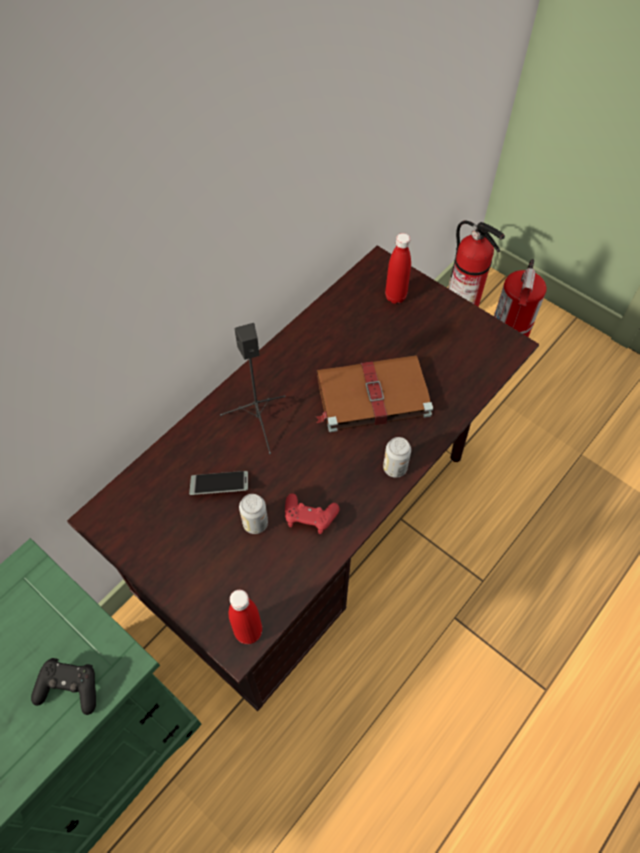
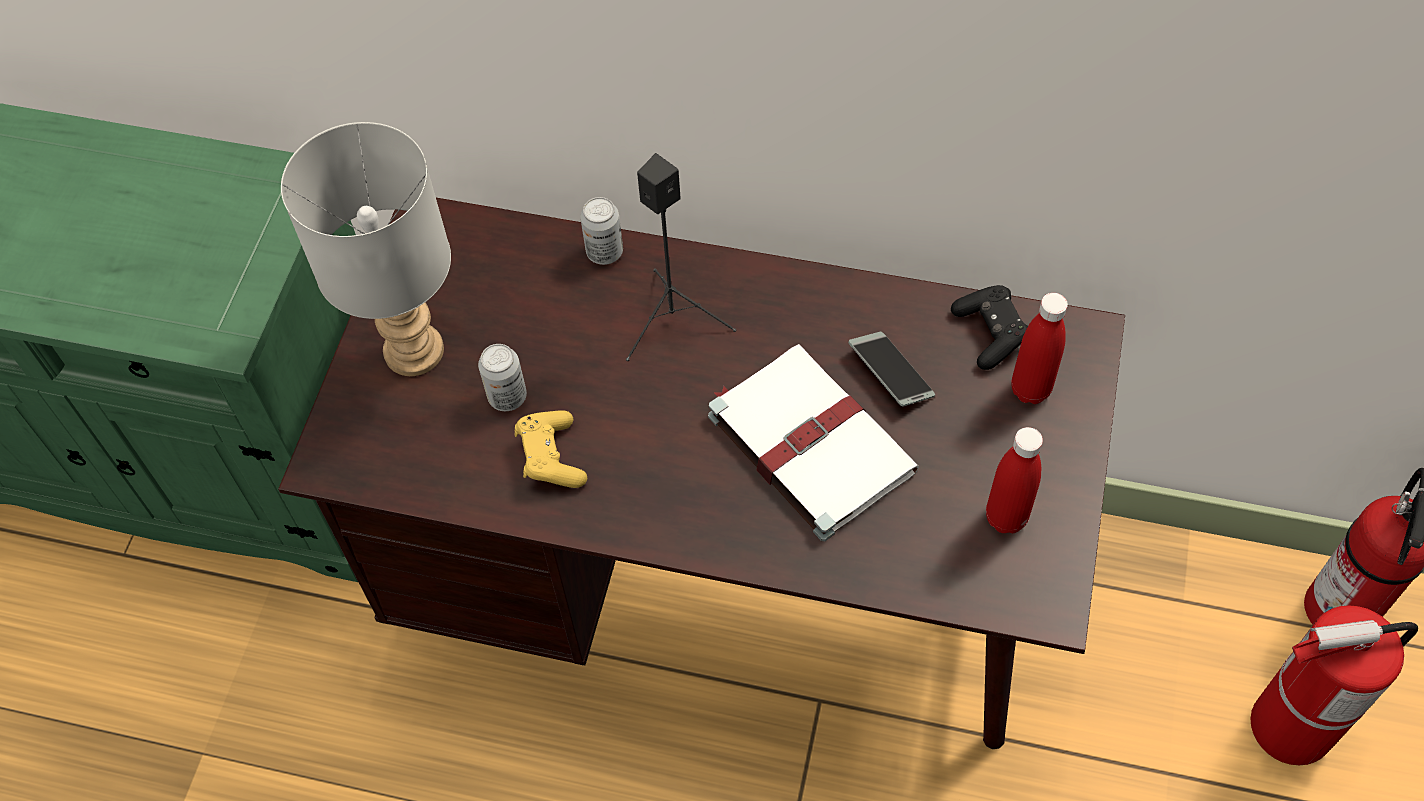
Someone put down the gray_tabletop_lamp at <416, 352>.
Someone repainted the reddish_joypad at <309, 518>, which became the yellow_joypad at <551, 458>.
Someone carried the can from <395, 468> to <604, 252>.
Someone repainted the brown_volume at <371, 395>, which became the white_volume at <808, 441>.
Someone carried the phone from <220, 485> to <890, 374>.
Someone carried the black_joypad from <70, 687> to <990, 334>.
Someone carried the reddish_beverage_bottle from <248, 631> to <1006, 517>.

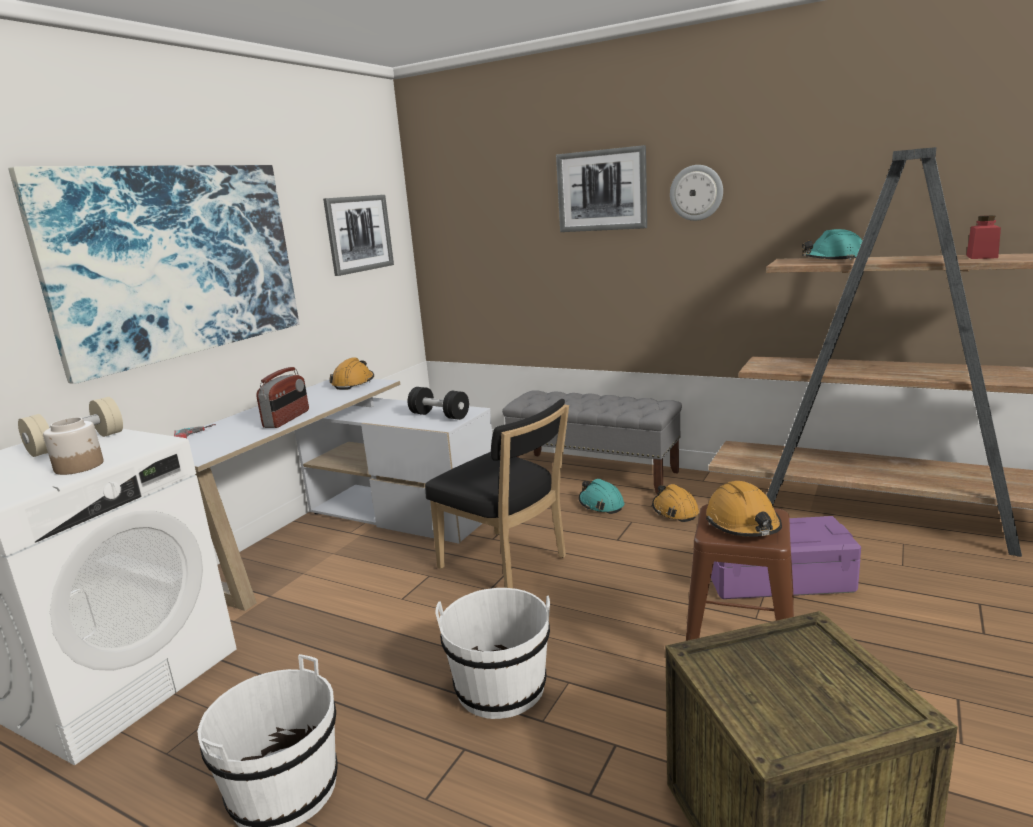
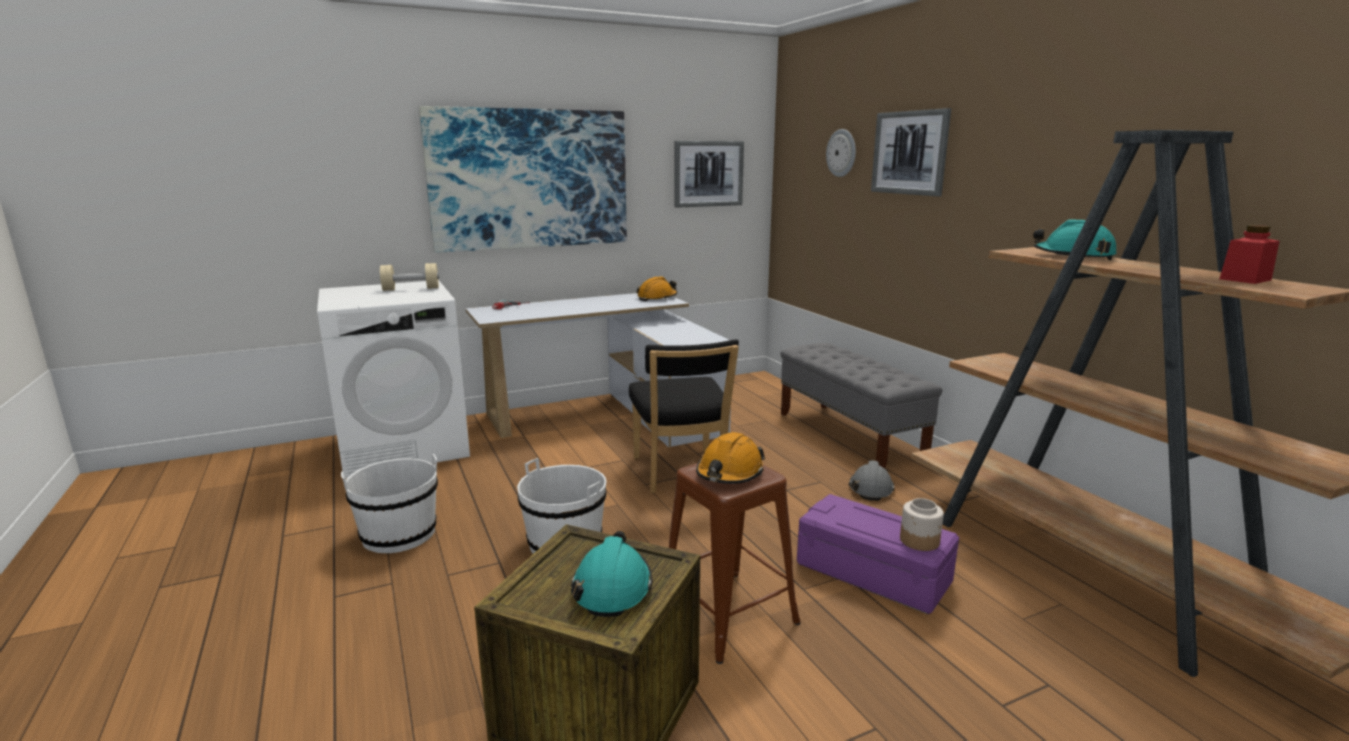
Someone carried the blue-green_work_helmet from <601, 504> to <612, 587>.
Someone carried the wall_clock from <696, 193> to <842, 153>.
Someone repainted the orange_work_helmet at <675, 511>, which became the gray_work_helmet at <871, 488>.
Someone carried the preserve_jar from <80, 466> to <920, 541>.
Someone took away the radio_set at <287, 419>.
Someone took away the black_hand_weight at <439, 416>.

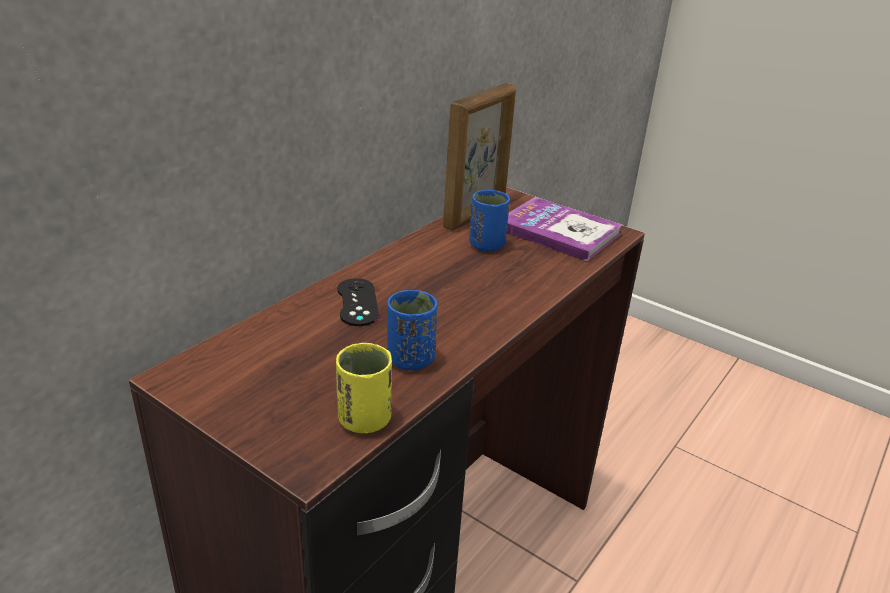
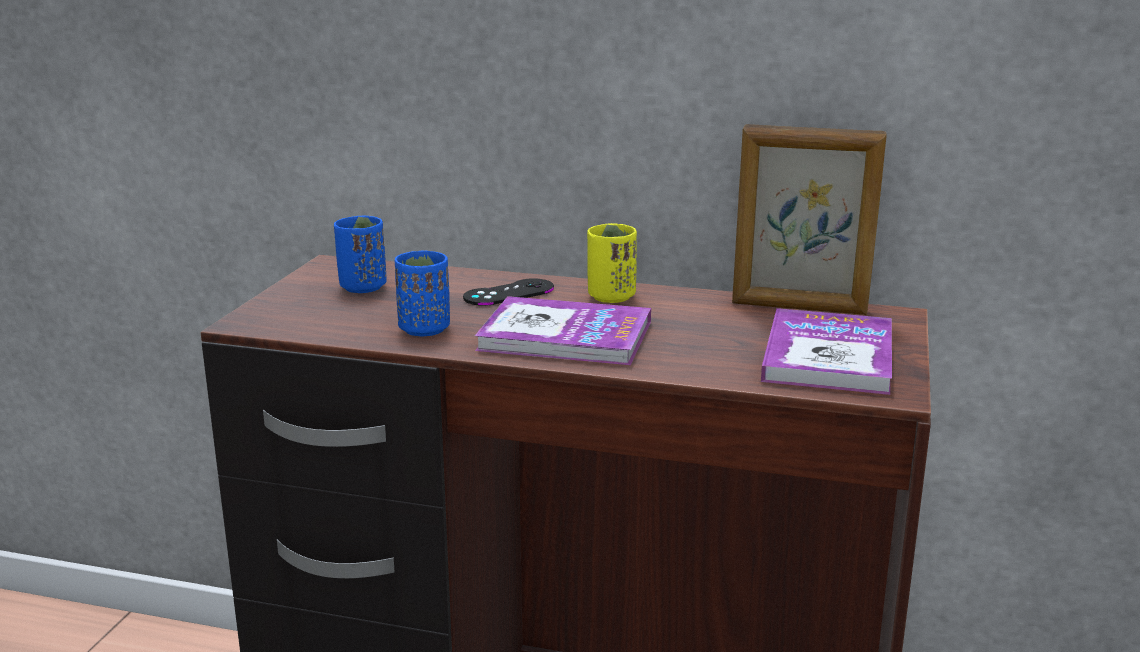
Someone carried the blue-coloured_drinking_cup from <486, 245> to <363, 287>.
Someone put down the volume at <565, 336>.
Someone carried the yellow_drinking_cup from <364, 420> to <611, 297>.

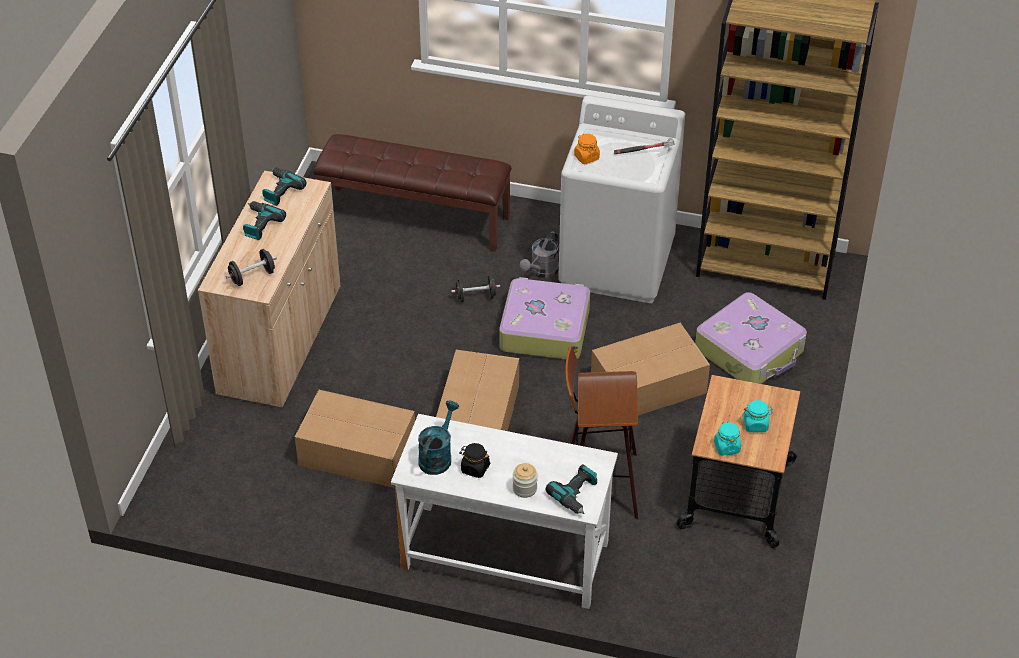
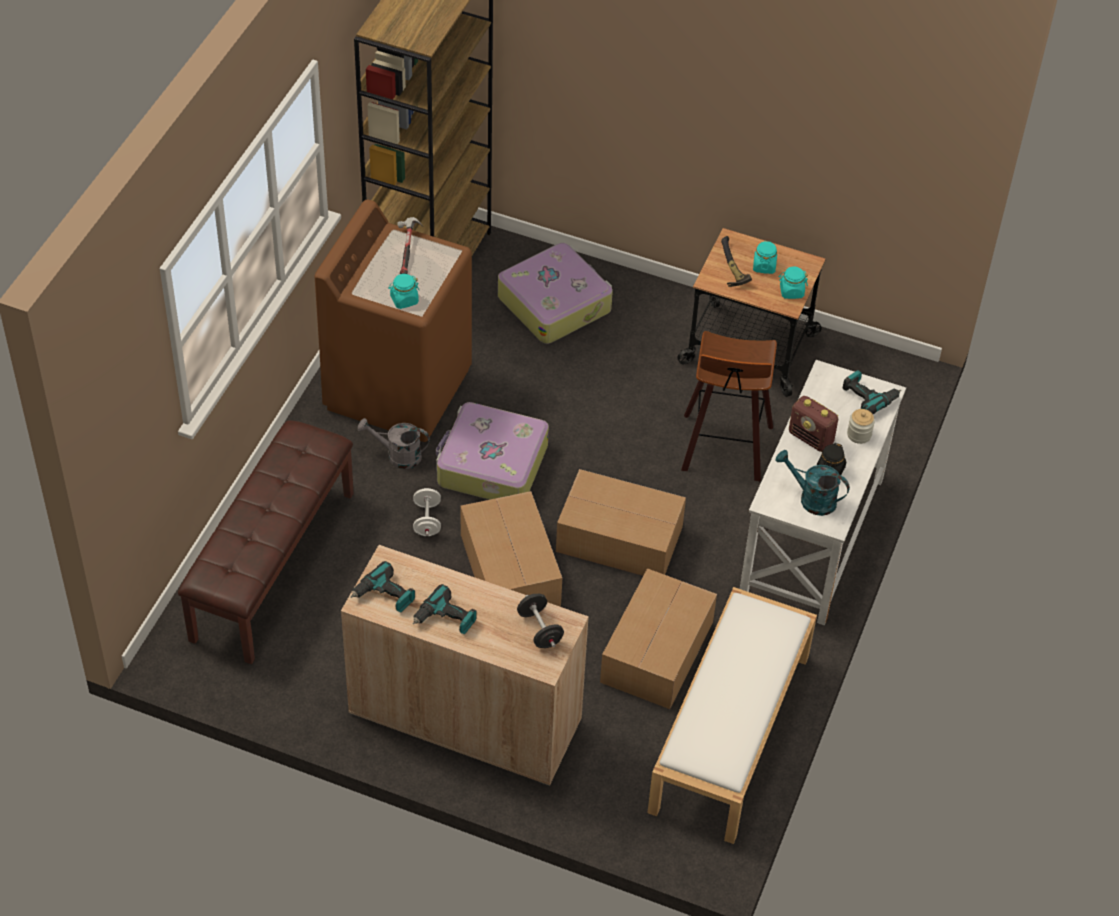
Someone repainted the white_laundry_machine at <617, 263>, which became the brown_laundry_machine at <398, 388>.
Someone rotated the gray_watering_can at <542, 272> by 150 degrees clockwise.
Someone repainted the orange_preserve_jar at <586, 157>, which became the blue-green_preserve_jar at <404, 300>.
Someone repainted the black_hand_weight at <475, 297>, which became the white_hand_weight at <427, 520>.
Someone carried the packing_box from <646, 386> to <509, 572>.
Someone put down the white_bench at <730, 734>.
Someone put down the hand_hammer at <731, 268>.
Someone put down the radio_set at <811, 438>.

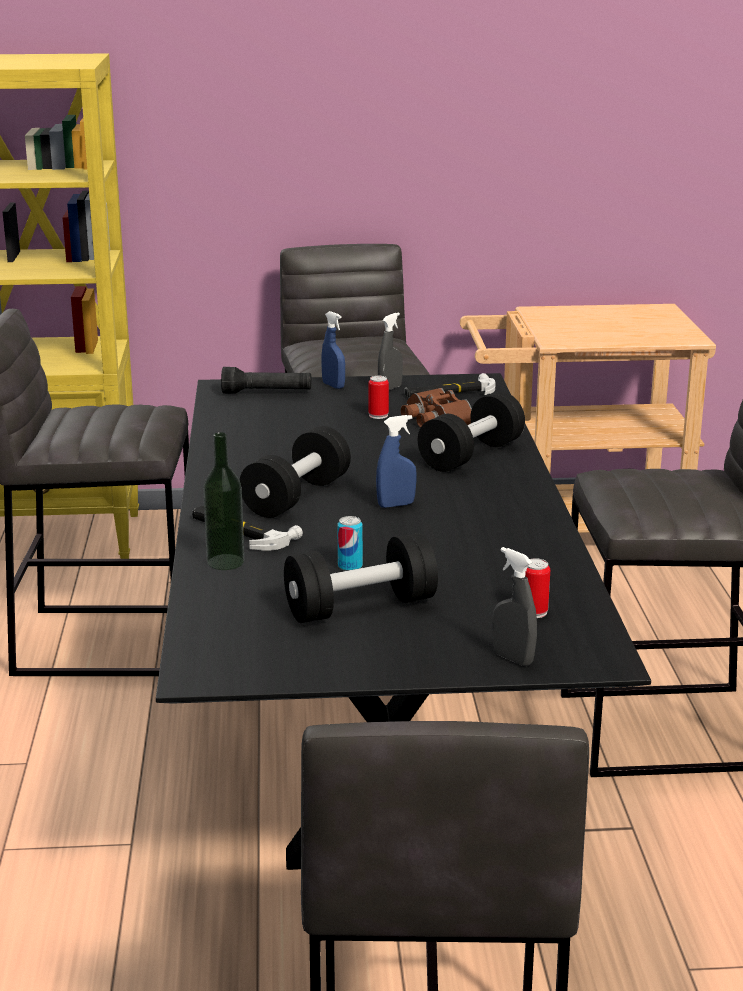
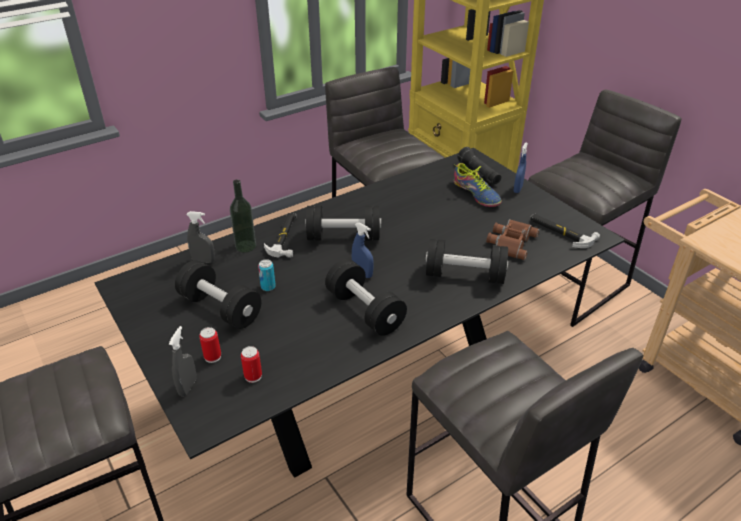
Someone carried the gray_spray_bottle from <390, 388> to <203, 260>.
Someone carried the can from <378, 415> to <212, 356>.
Someone put down the black_hand_weight at <365, 310>.
Someone put down the shoe at <476, 193>.

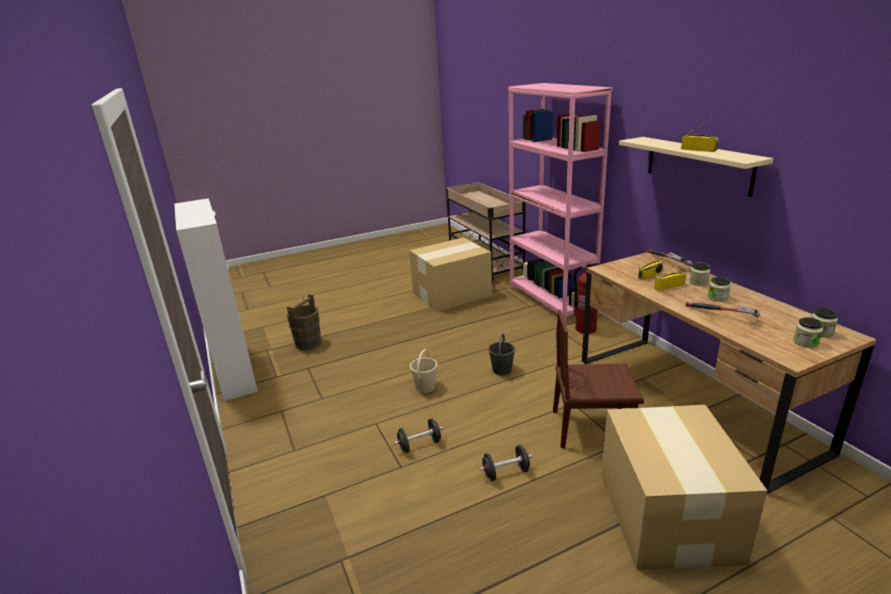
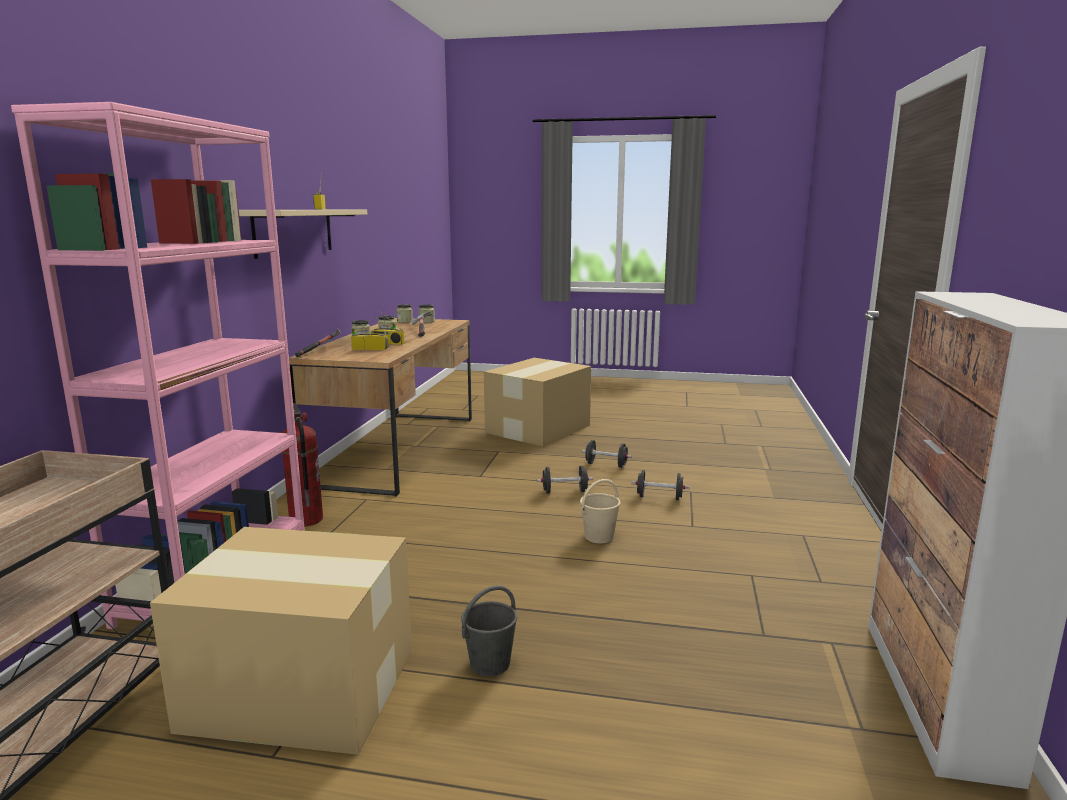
Someone carried the gray_water_bucket from <502, 370> to <490, 663>.
Someone put down the black_hand_weight at <564, 491>.
Someone took away the brown_water_bucket at <308, 343>.
Someone took away the brown_chair at <592, 428>.

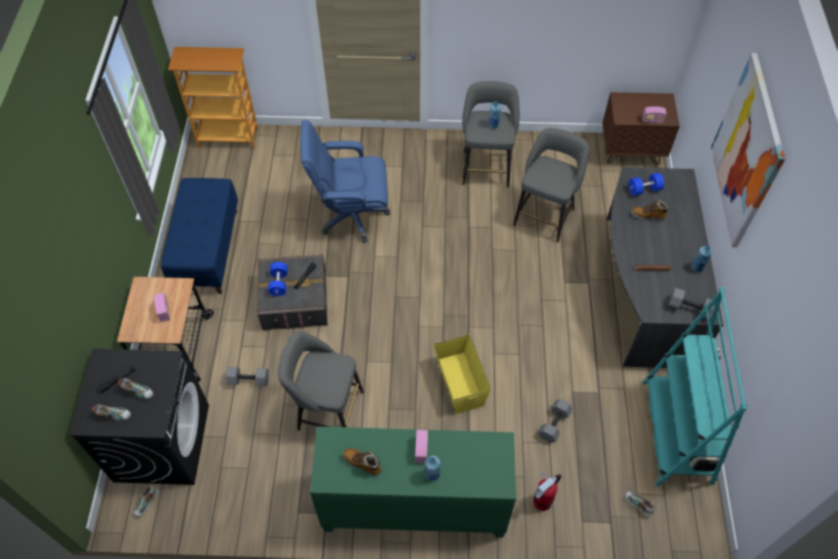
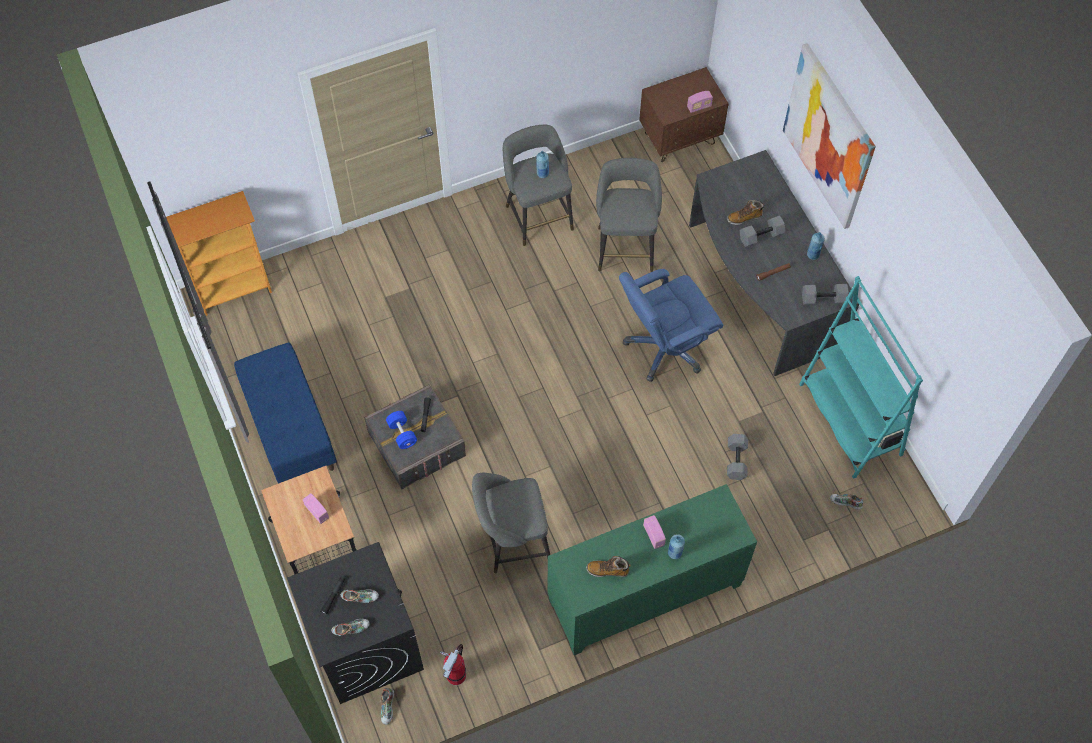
Someone carried the extinguisher from <542, 501> to <456, 675>.
Someone carried the blue-coloured_desk_chair from <351, 215> to <665, 347>.
Someone carried the gray_hand_weight from <249, 379> to <761, 235>.
Someone took away the yellow_storage_container at <459, 382>.
Someone took away the blue-coloured_hand_weight at <644, 189>.

